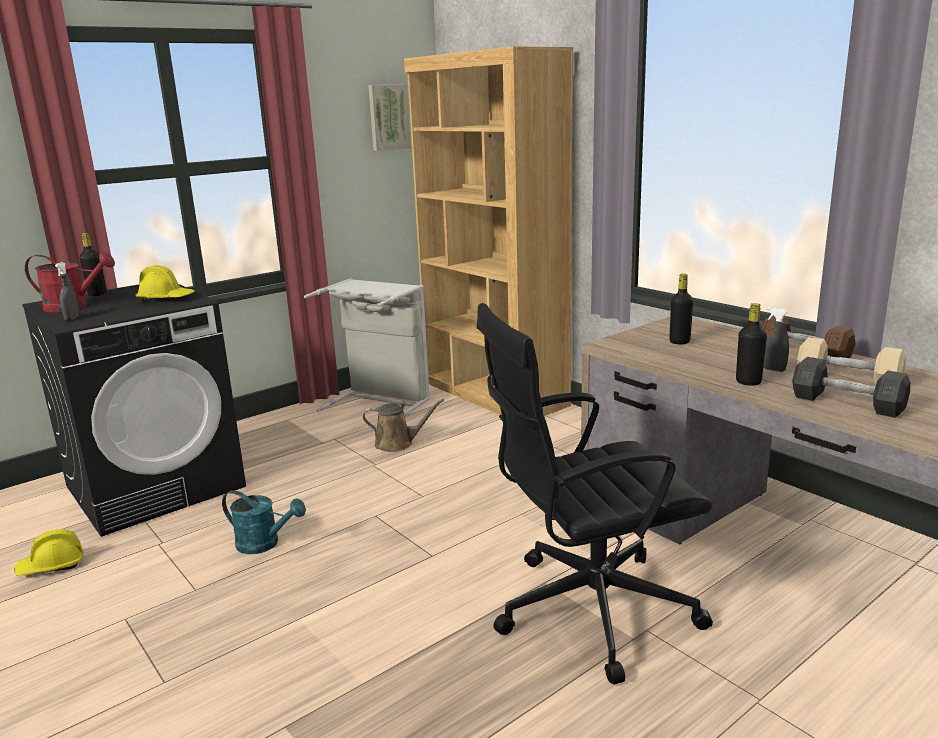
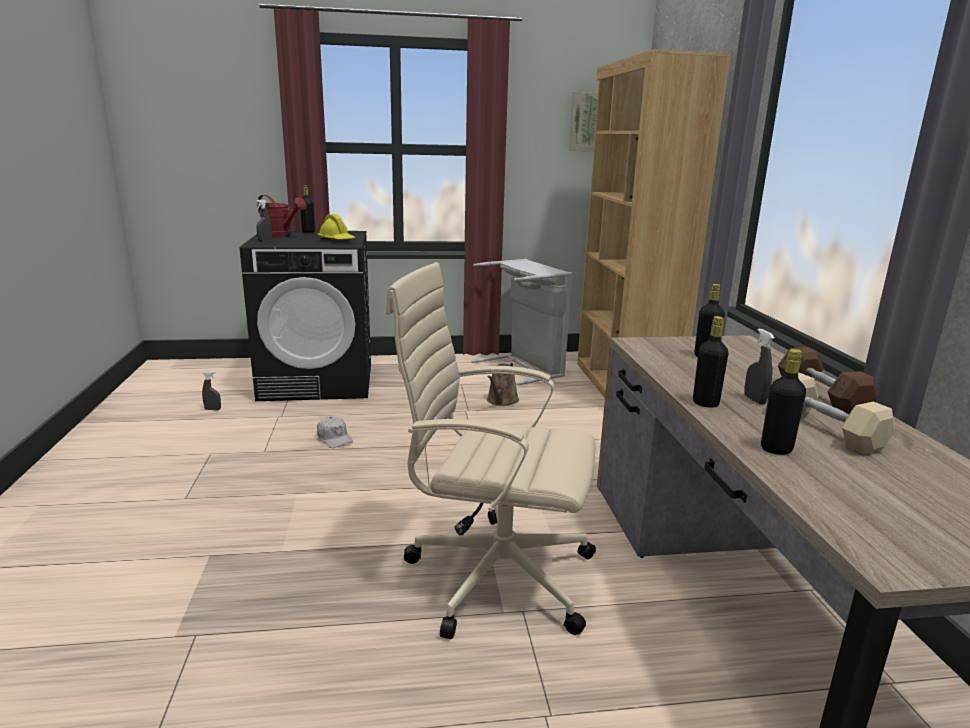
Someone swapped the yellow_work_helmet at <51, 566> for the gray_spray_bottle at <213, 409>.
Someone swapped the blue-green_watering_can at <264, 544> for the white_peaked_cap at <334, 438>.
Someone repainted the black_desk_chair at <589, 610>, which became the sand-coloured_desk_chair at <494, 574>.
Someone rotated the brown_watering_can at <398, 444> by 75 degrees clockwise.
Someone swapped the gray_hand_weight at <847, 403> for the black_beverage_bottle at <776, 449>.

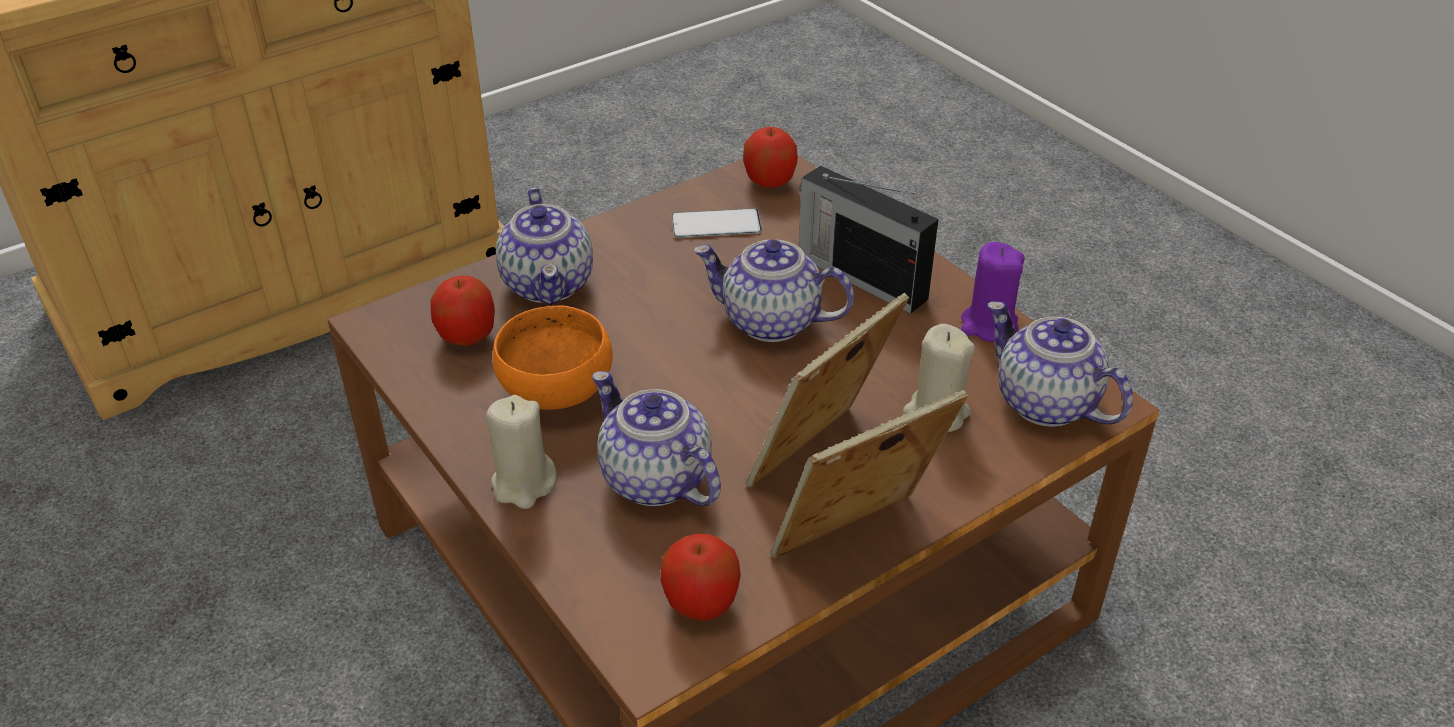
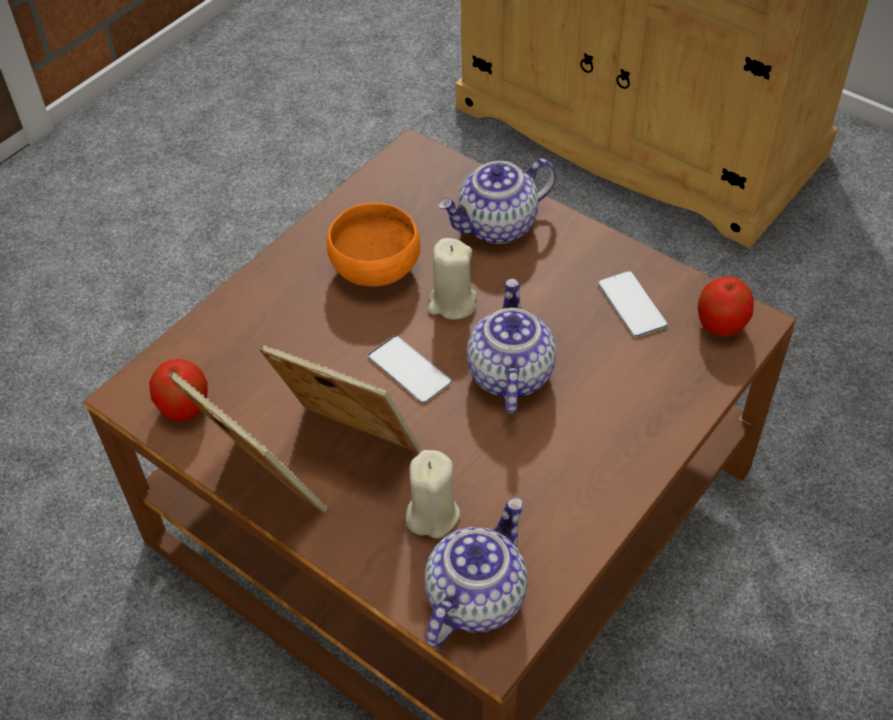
Someone put down the phone at <409, 369>.
Someone carried the sand-coloured_wax_light from <523, 484> to <452, 303>.
Someone took away the whole_apple at <467, 336>.
Someone took away the tea_pot at <654, 479>.
Someone took away the radio_set at <859, 276>.
Someone took away the purplish_wax_light at <988, 326>.

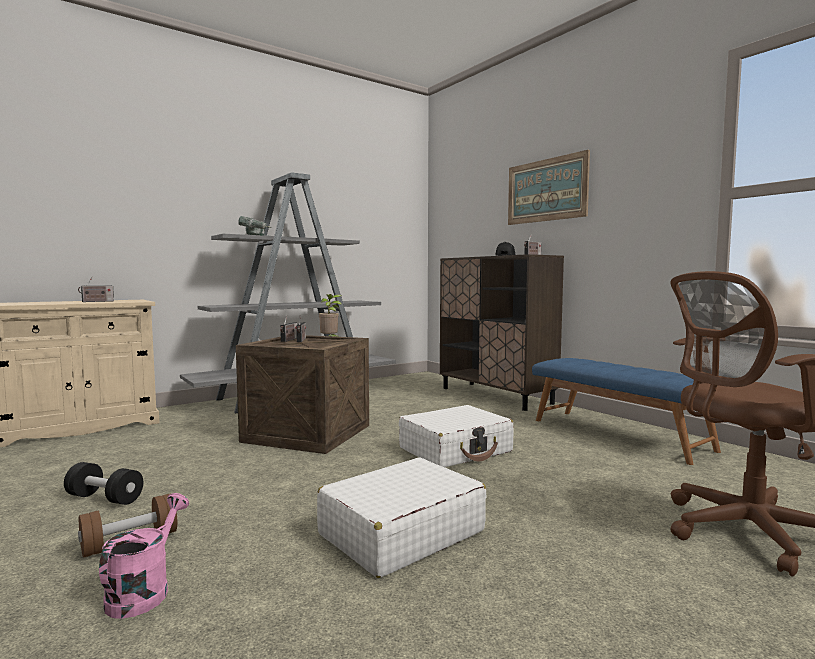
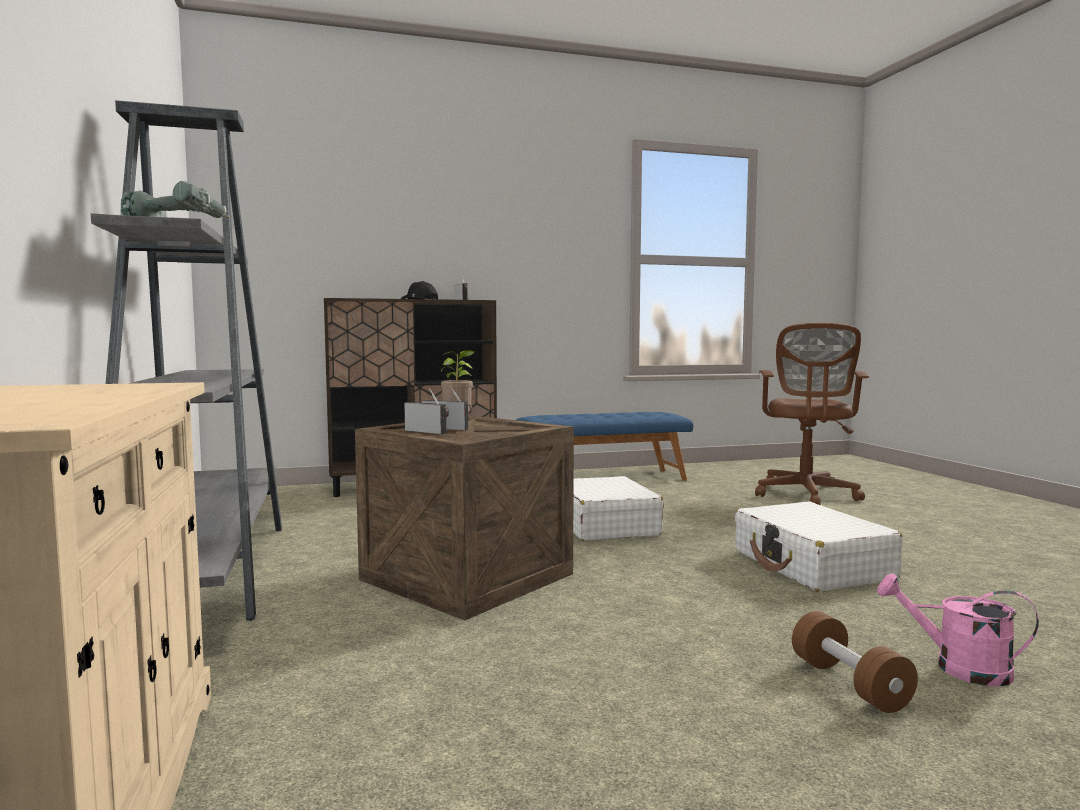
Someone took away the black_hand_weight at <104, 498>.
Someone took away the radio_set at <96, 301>.
Someone took away the wall_picture at <546, 190>.

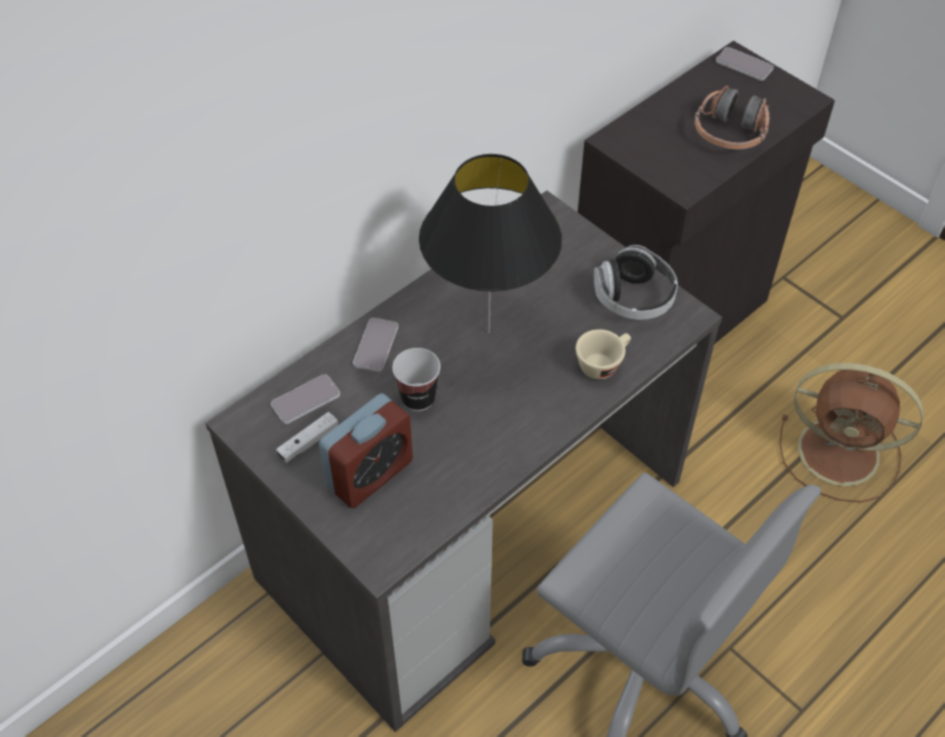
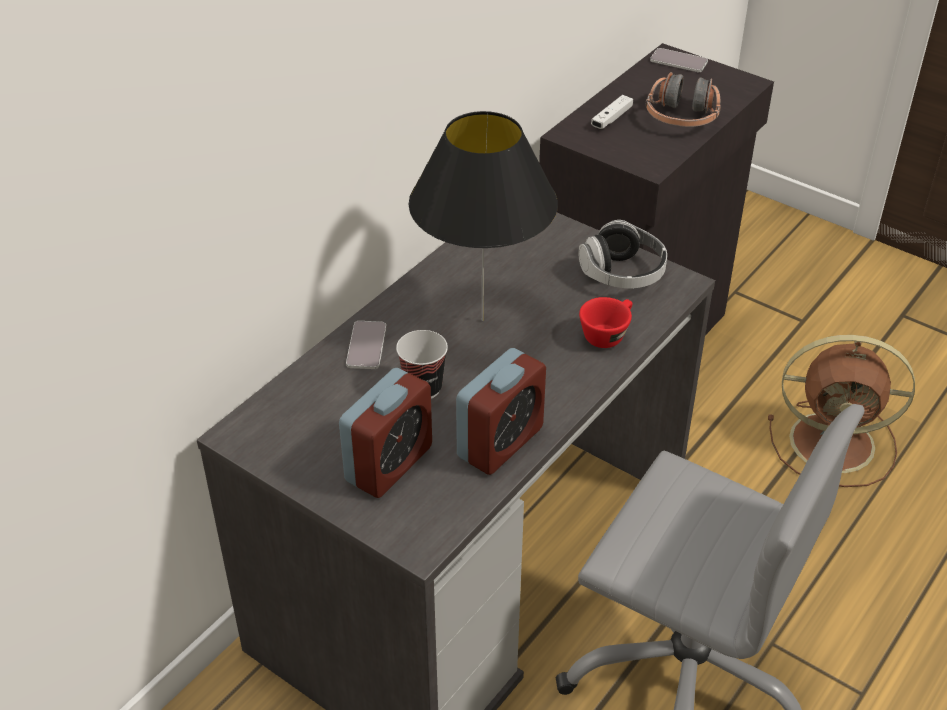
Someone put down the table_clock at <500, 443>.
Someone repainted the sand-coloured_drinking_cup at <603, 363>, which became the reddish_drinking_cup at <607, 334>.
Someone carried the white_joypad from <308, 442> to <611, 119>.
Someone took away the phone at <305, 400>.

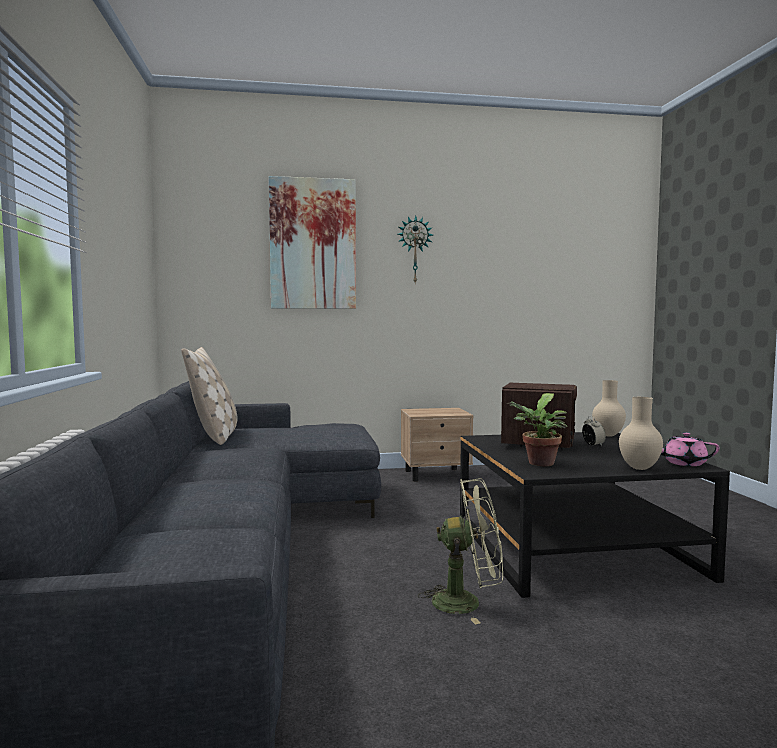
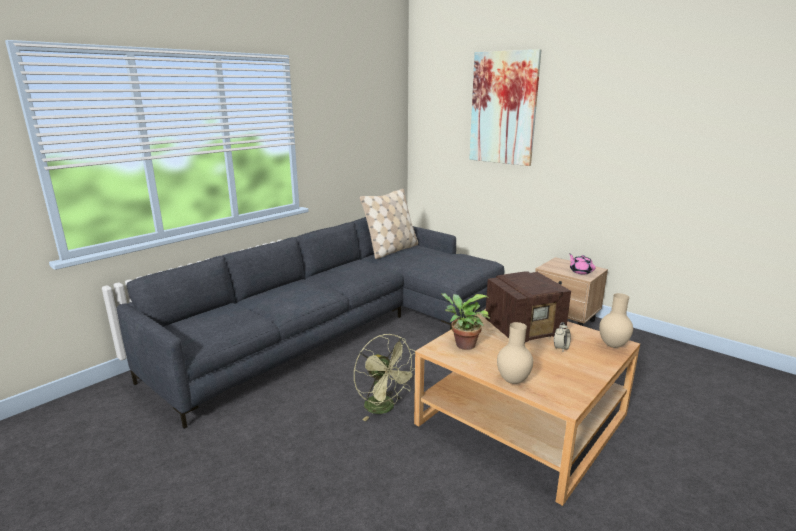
Someone repainted the black_low_table at <574, 547>, which became the sand-coloured_low_table at <521, 419>.
Someone carried the pinkish_tea_pot from <683, 463> to <580, 271>.
Someone took away the wall_clock at <414, 250>.

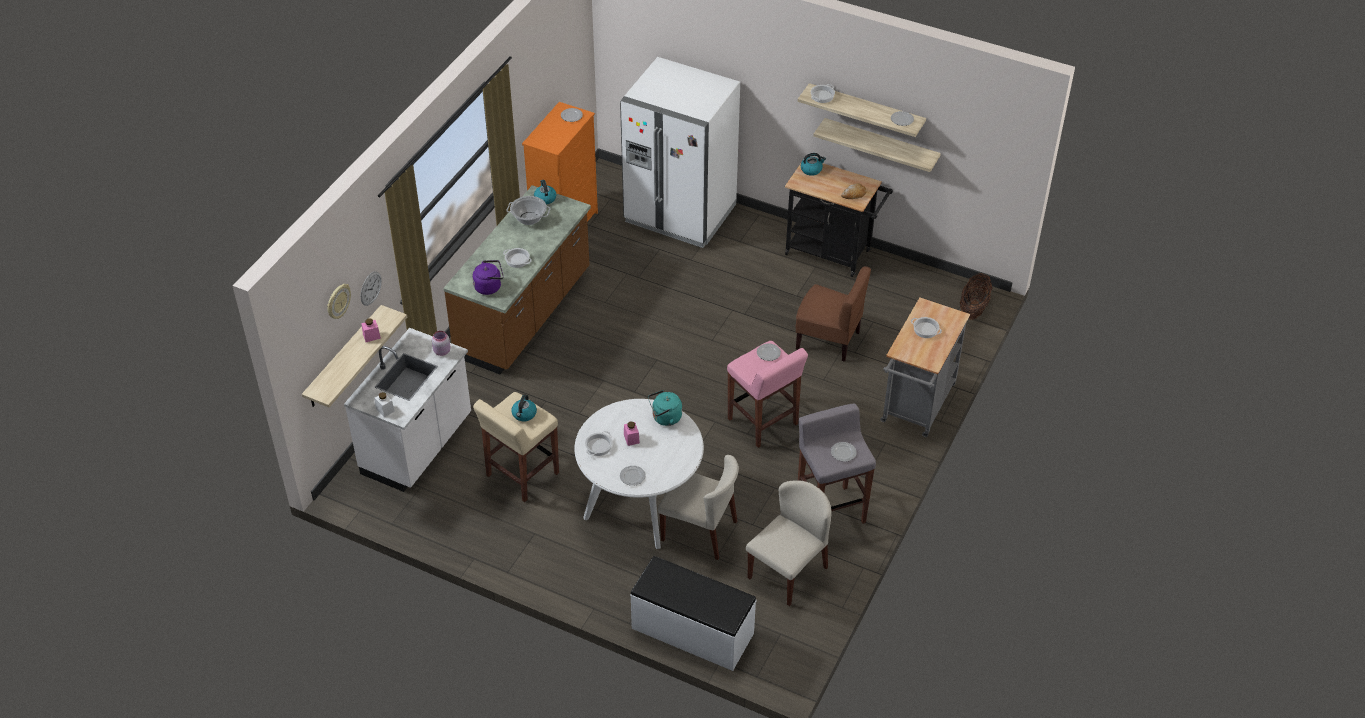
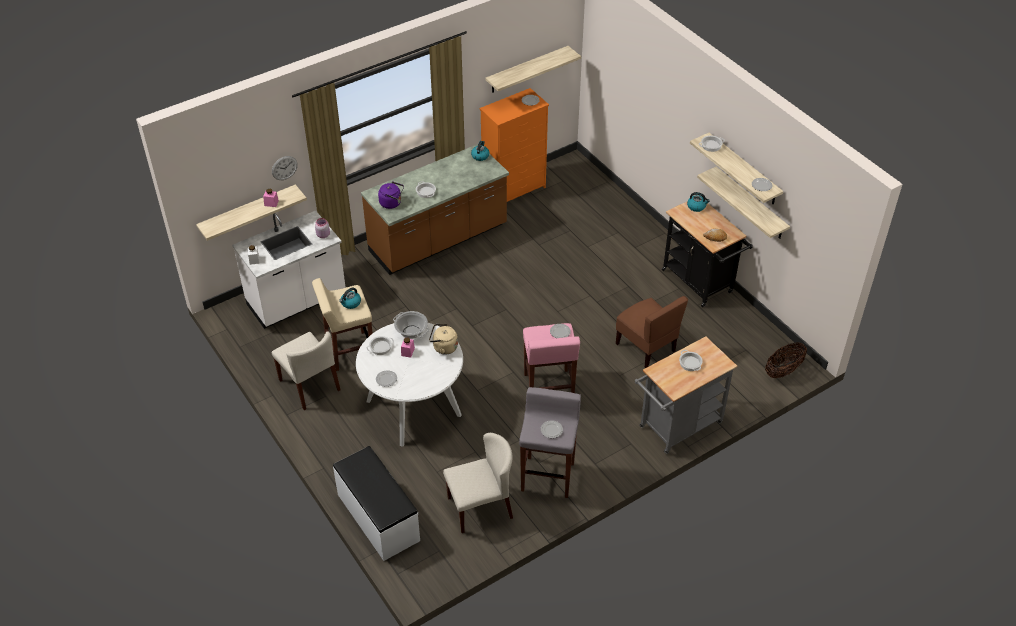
Someone carried the sand-coloured_chair from <700, 531> to <310, 385>.
Someone carried the cooking_pot from <529, 218> to <411, 332>.
Someone repainted the blue-green_tea_kettle at <665, 418>, which became the sand-coloured_tea_kettle at <443, 347>.
Someone put up the wall_shelf at <527, 70>.
Someone took away the wall_clock at <338, 302>.
Someone took away the white_refrigerator at <680, 214>.

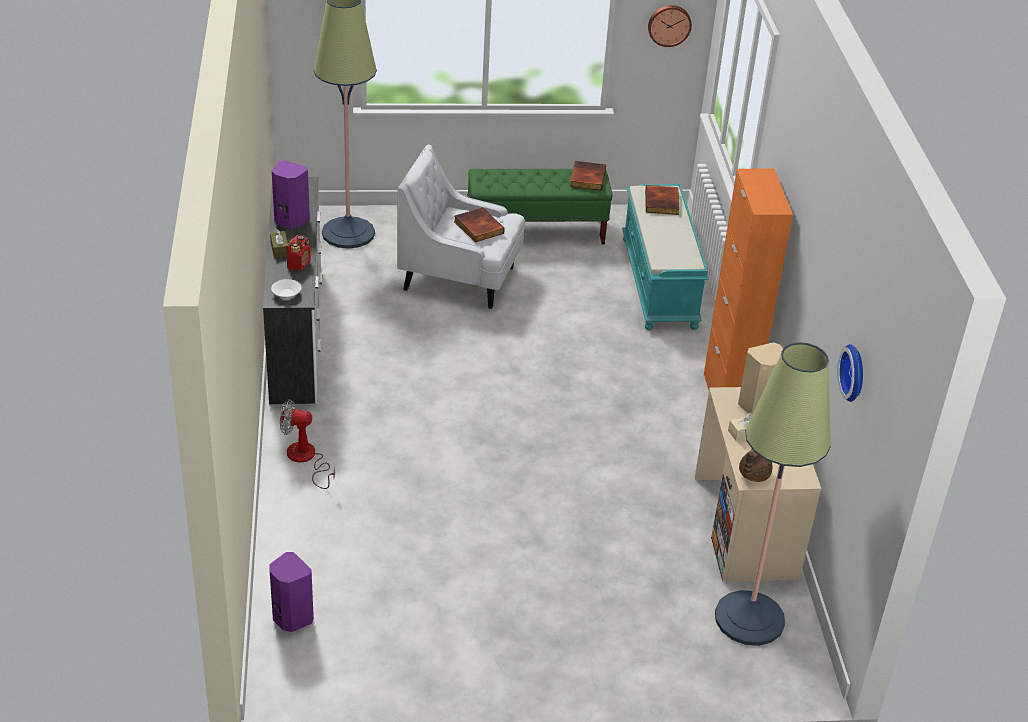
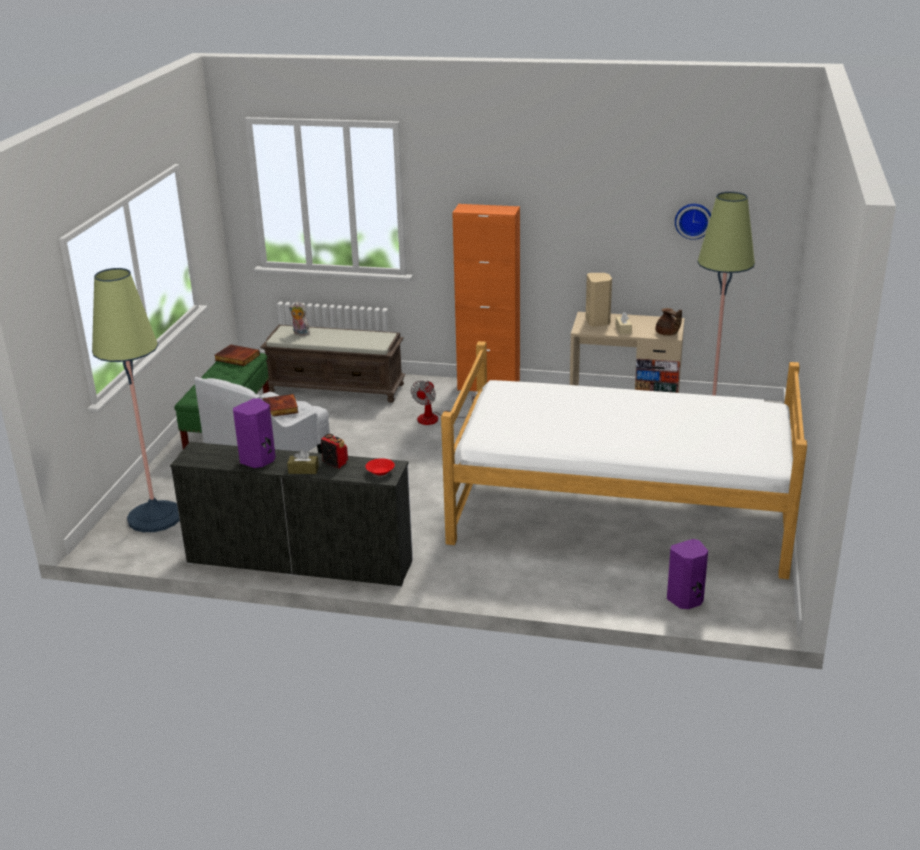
Someone repainted the blue-green_bench at <660, 283>, which became the brown_bench at <337, 388>.
Someone swapped the volume at <662, 202> for the cuddly_toy at <300, 333>.
Someone repainted the white_serving_bowl at <287, 294>, which became the reddish_serving_bowl at <380, 472>.
Someone carried the electric_fan from <306, 459> to <435, 418>.
Someone put down the bed at <621, 514>.
Someone took away the wall_clock at <669, 25>.

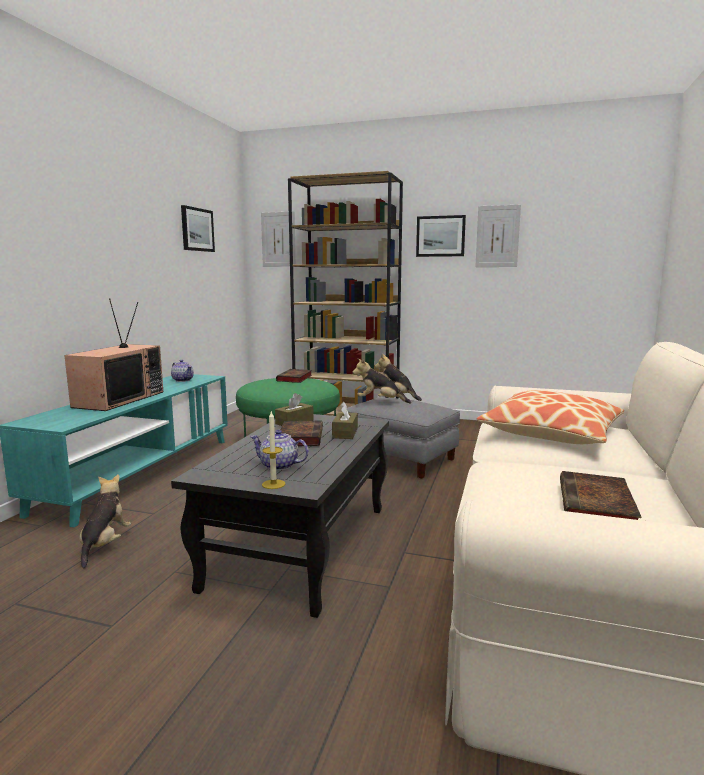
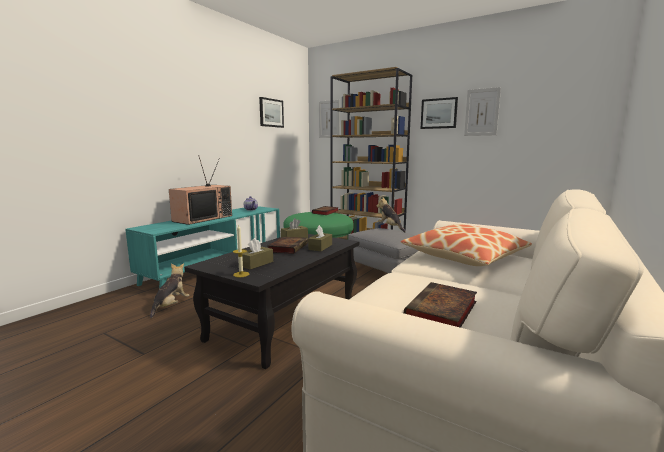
Someone swapped the tea_pot at <279, 466> for the brown_tissue_holder at <256, 264>.
Someone took away the cuddly_toy at <380, 402>.

